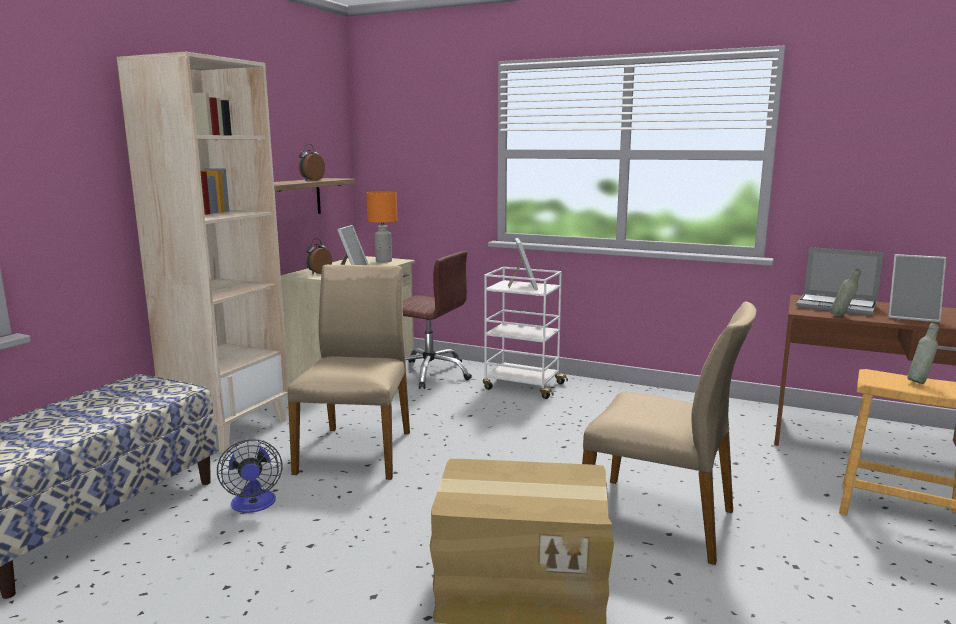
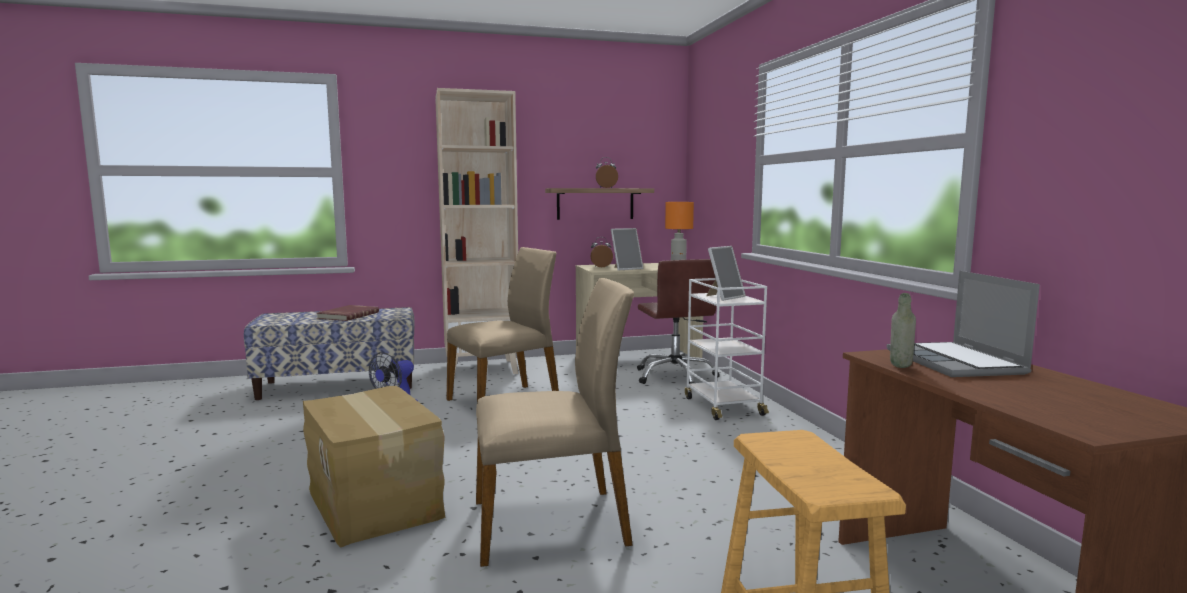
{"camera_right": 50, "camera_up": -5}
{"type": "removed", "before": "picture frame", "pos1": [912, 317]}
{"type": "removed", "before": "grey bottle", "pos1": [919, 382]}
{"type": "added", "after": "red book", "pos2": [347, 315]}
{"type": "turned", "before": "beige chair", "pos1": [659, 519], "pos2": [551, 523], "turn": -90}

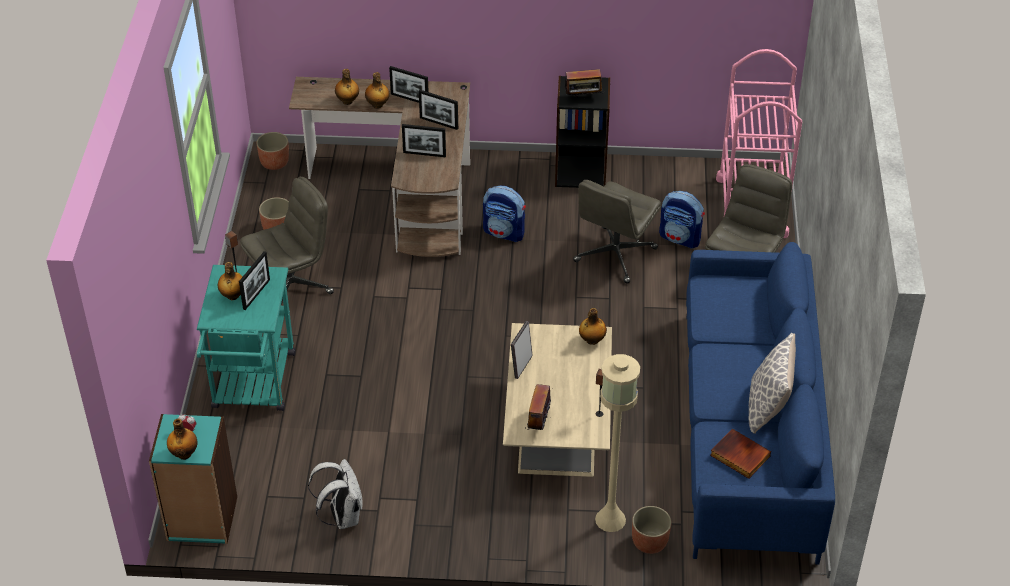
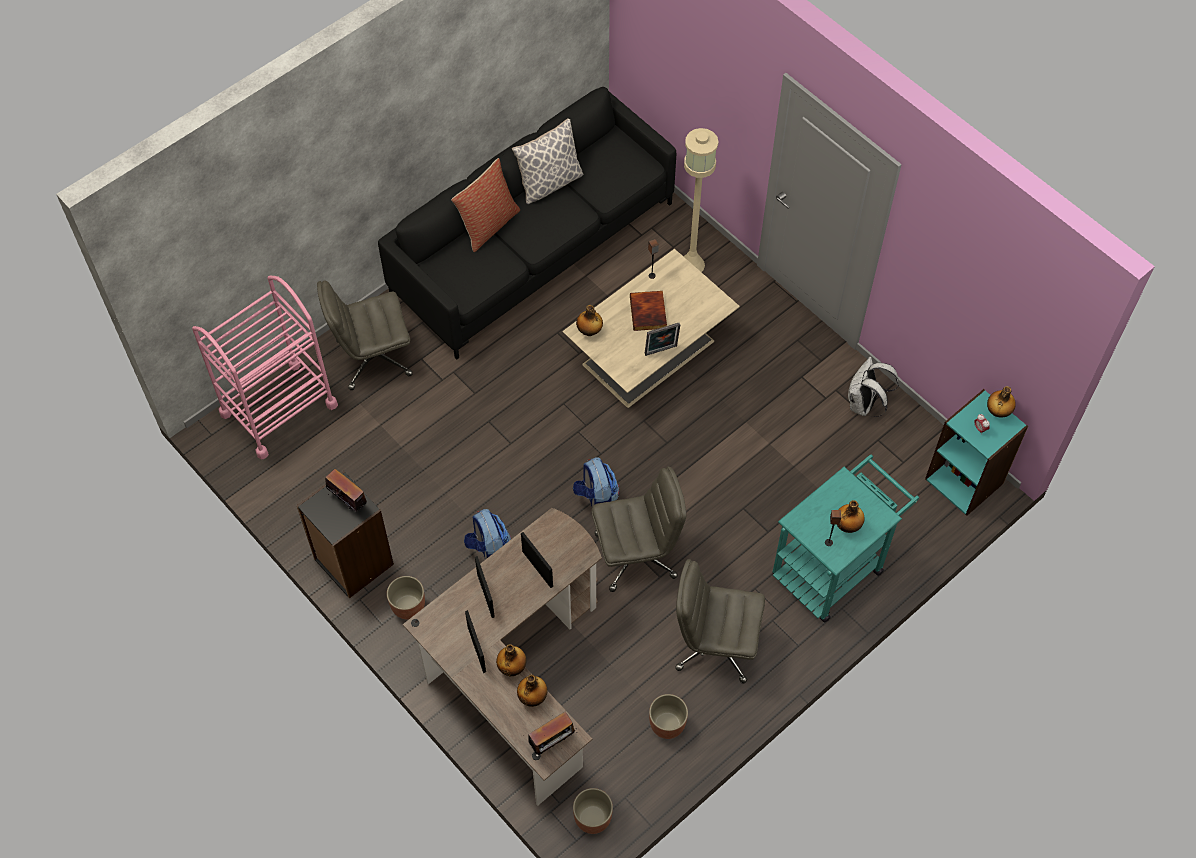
{"camera_right": -135, "camera_up": 15}
{"type": "removed", "before": "picture frame", "pos1": [256, 294]}
{"type": "added", "after": "pillow", "pos2": [488, 225]}
{"type": "moved", "before": "radio", "pos1": [538, 423], "pos2": [552, 741]}
{"type": "moved", "before": "grey office chair", "pos1": [615, 255], "pos2": [637, 555]}
{"type": "moved", "before": "planter", "pos1": [649, 542], "pos2": [408, 606]}
{"type": "moved", "before": "backpack", "pos1": [680, 238], "pos2": [596, 500]}
{"type": "moved", "before": "book", "pos1": [739, 456], "pos2": [649, 312]}
{"type": "recoloured", "before": "blue sofa", "after": "black sofa", "pos1": [747, 432], "pos2": [533, 248]}

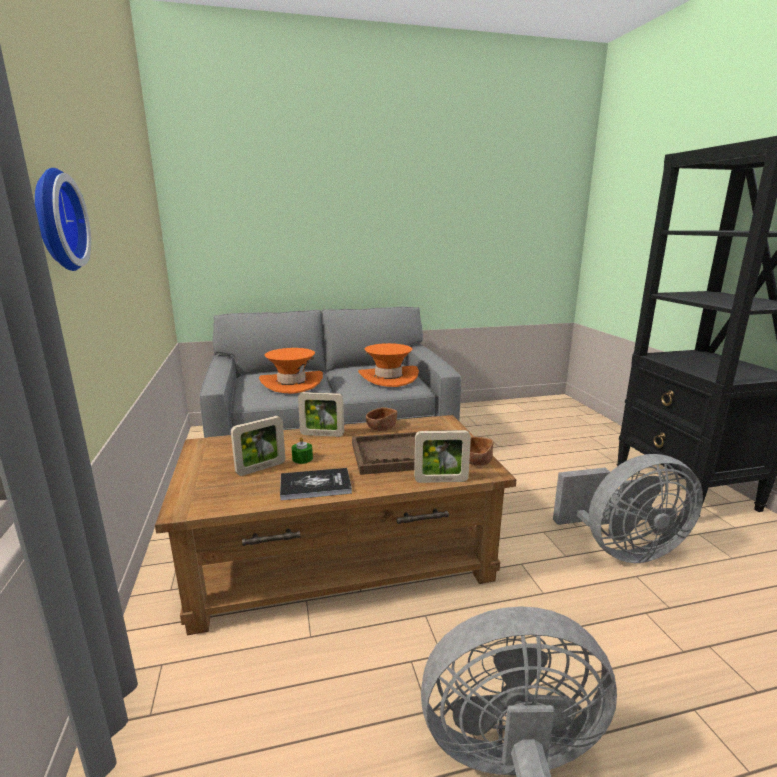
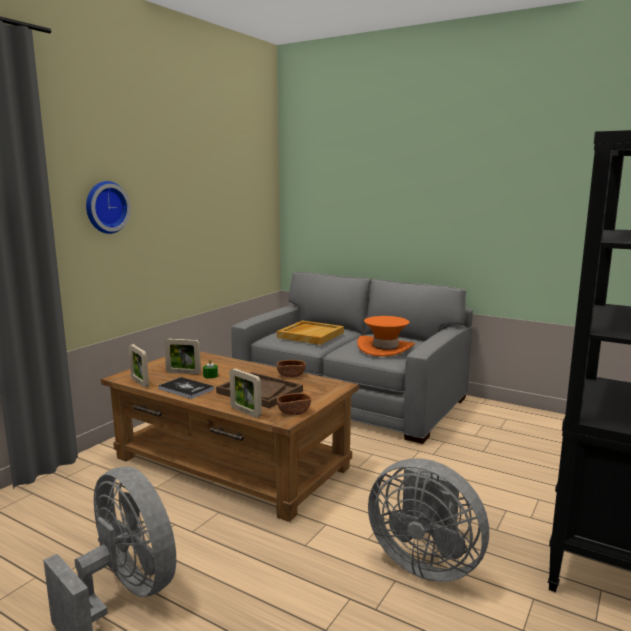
{"camera_right": 45, "camera_up": -5}
{"type": "moved", "before": "picture frame", "pos1": [322, 435], "pos2": [140, 382]}
{"type": "replaced", "before": "orange hat", "after": "beige tray", "pos1": [291, 383], "pos2": [310, 335]}

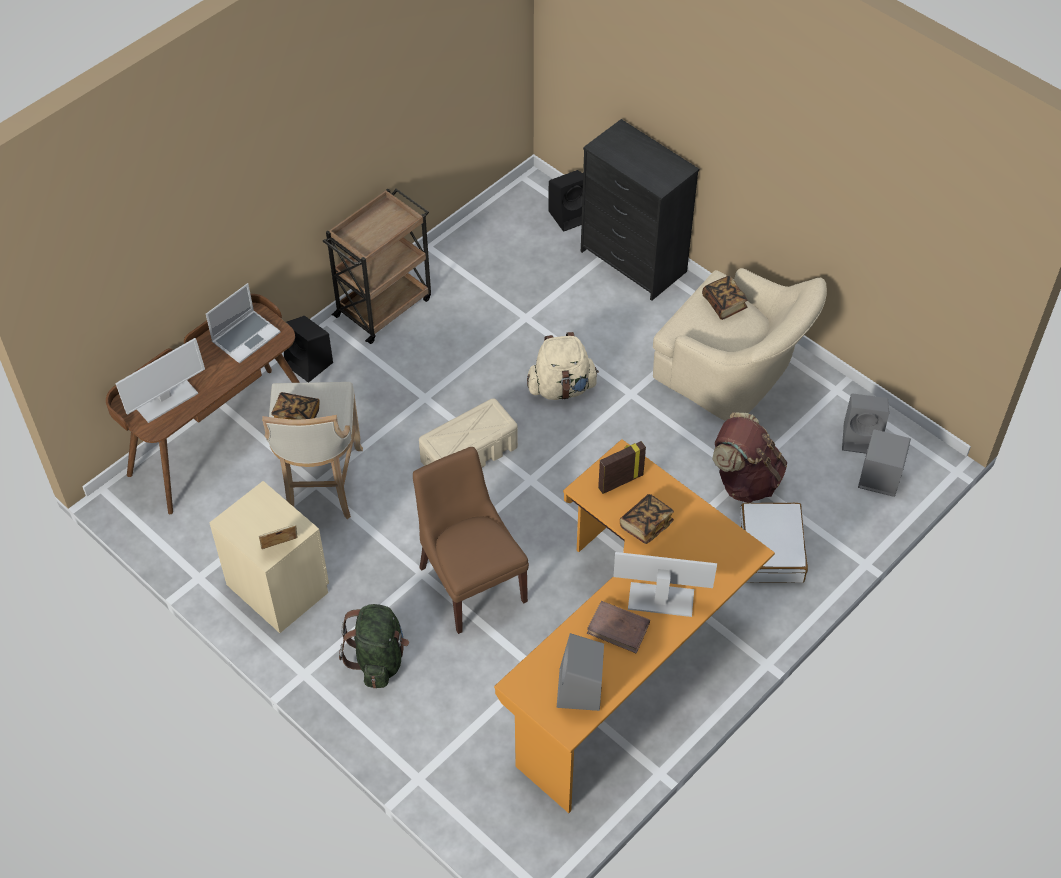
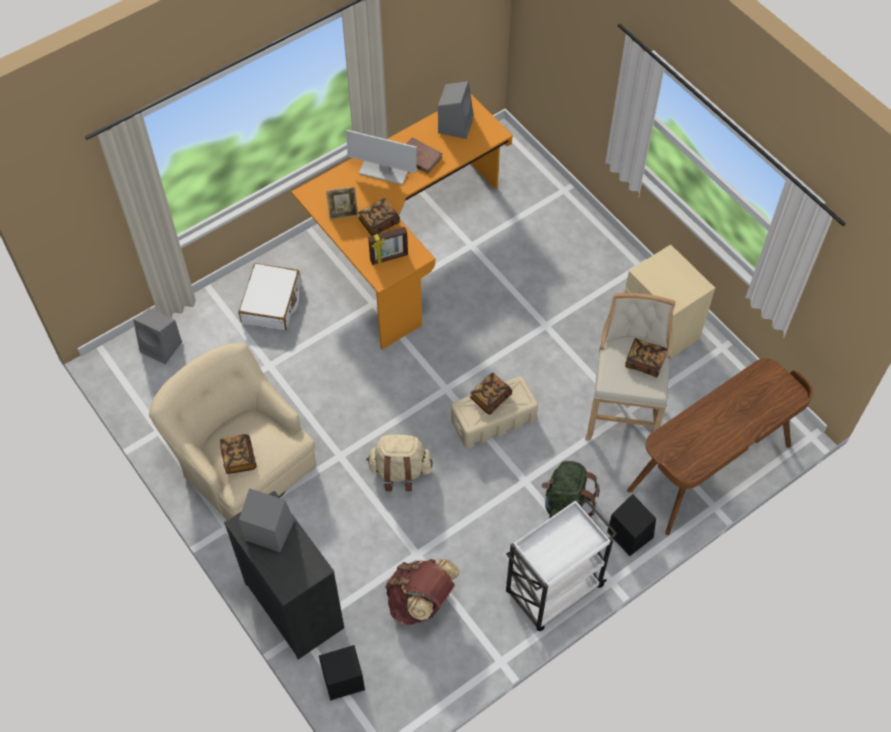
{"camera_right": -170, "camera_up": 5}
{"type": "removed", "before": "monitor", "pos1": [165, 400]}
{"type": "removed", "before": "laptop", "pos1": [246, 337]}
{"type": "removed", "before": "brown chair", "pos1": [471, 581]}
{"type": "added", "after": "book", "pos2": [490, 398]}
{"type": "moved", "before": "picture frame", "pos1": [280, 548], "pos2": [343, 213]}
{"type": "moved", "before": "green backpack", "pos1": [379, 659], "pos2": [565, 504]}
{"type": "moved", "before": "brown backpack", "pos1": [745, 480], "pos2": [421, 601]}
{"type": "moved", "before": "grey speaker", "pos1": [862, 438], "pos2": [268, 530]}
{"type": "recoloured", "before": "brown cart", "after": "white cart", "pos1": [384, 306], "pos2": [553, 590]}

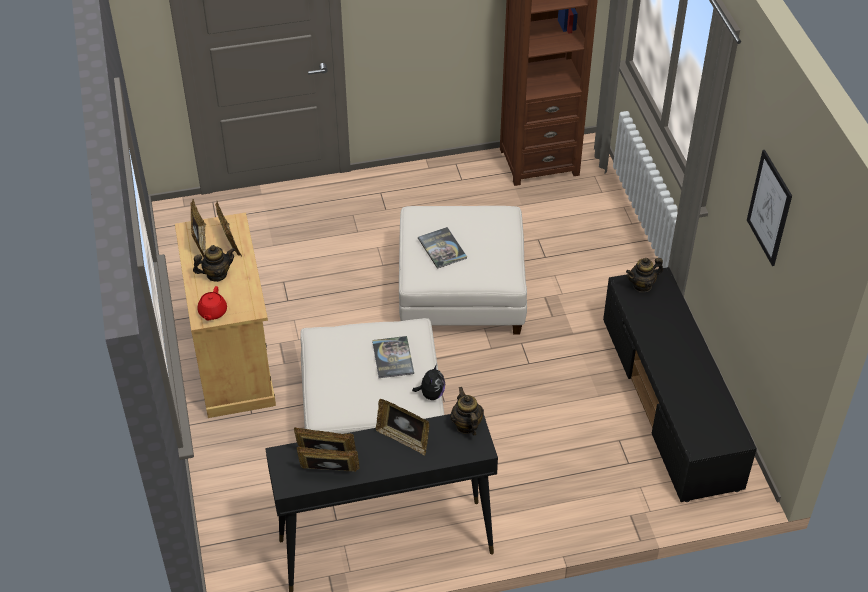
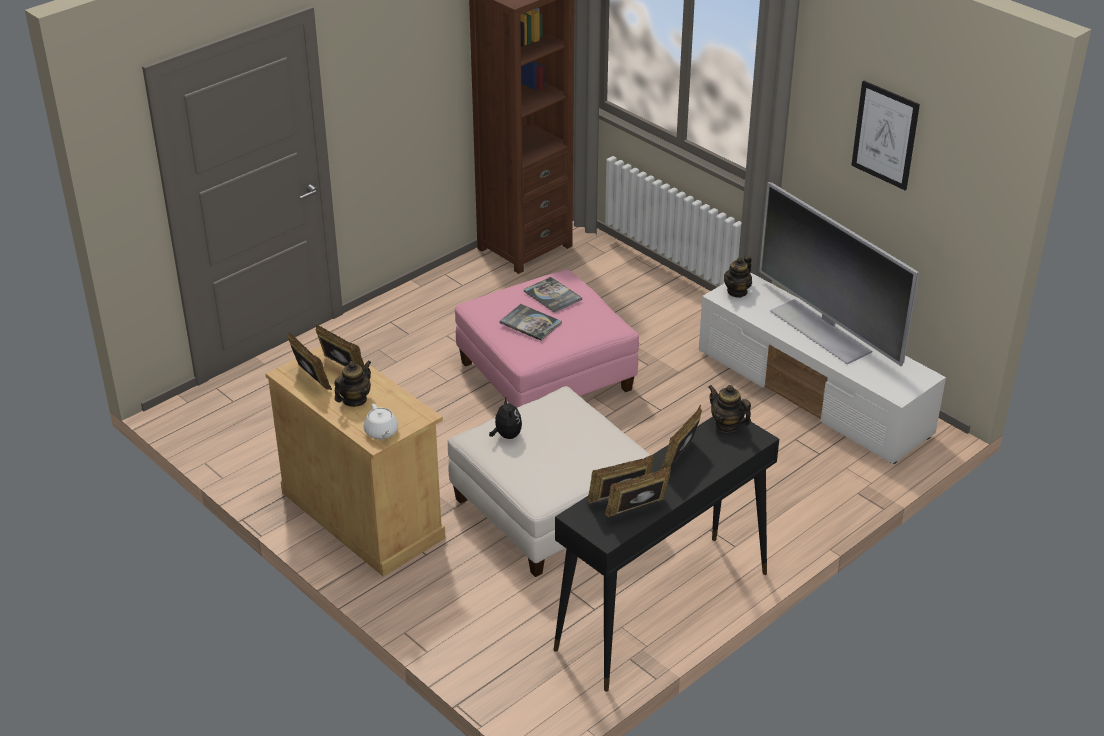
{"camera_right": -30, "camera_up": -10}
{"type": "added", "after": "television", "pos2": [821, 330]}
{"type": "moved", "before": "book", "pos1": [393, 358], "pos2": [552, 295]}
{"type": "moved", "before": "plush toy", "pos1": [431, 394], "pos2": [506, 435]}
{"type": "recoloured", "before": "red teapot", "after": "white teapot", "pos1": [212, 312], "pos2": [381, 432]}
{"type": "recoloured", "before": "white ottoman", "after": "pink ottoman", "pos1": [461, 293], "pos2": [546, 376]}
{"type": "recoloured", "before": "black tv stand", "after": "white tv stand", "pos1": [671, 404], "pos2": [814, 394]}
{"type": "turned", "before": "picture frame", "pos1": [403, 439], "pos2": [680, 457], "turn": 120}

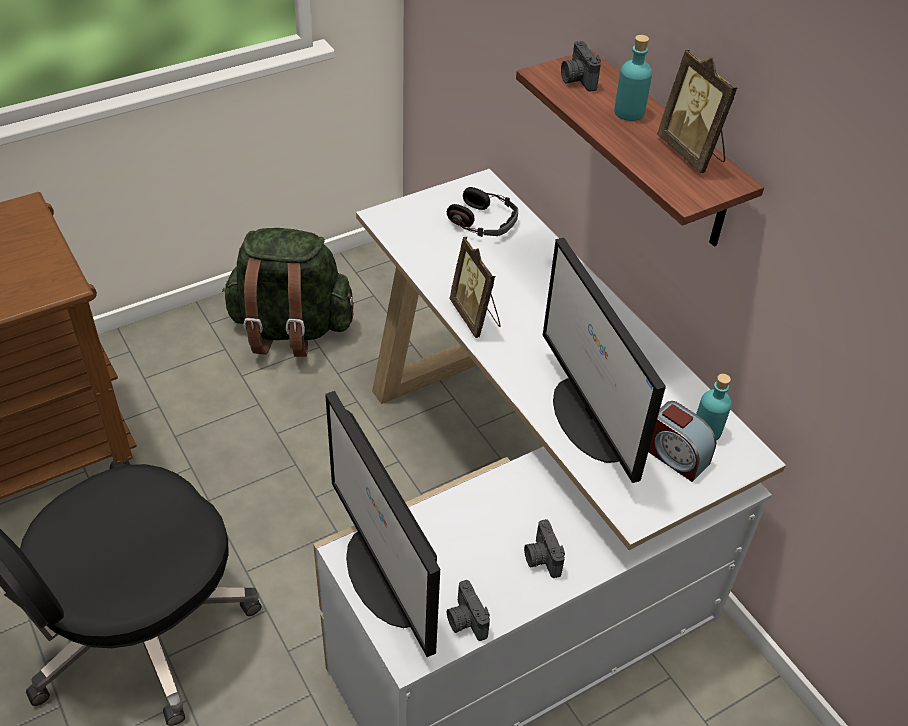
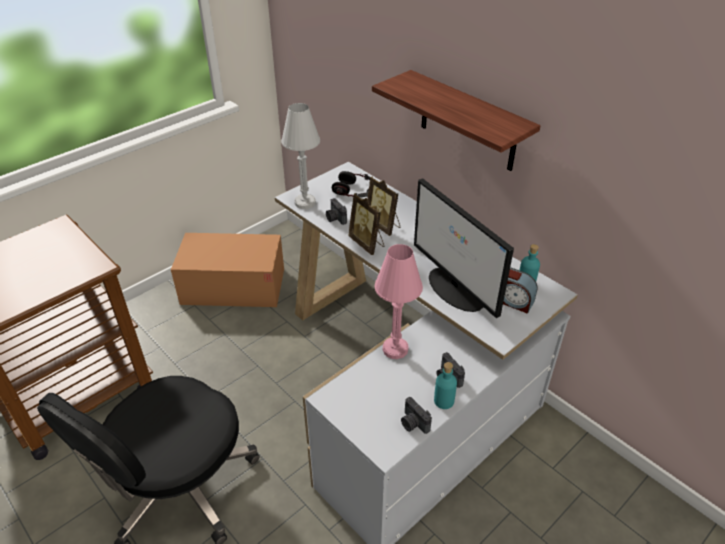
{"camera_right": -10, "camera_up": -5}
{"type": "removed", "before": "monitor", "pos1": [387, 578]}
{"type": "added", "after": "white table lamp", "pos2": [305, 203]}
{"type": "added", "after": "pink table lamp", "pos2": [395, 349]}
{"type": "moved", "before": "photo camera", "pos1": [577, 79], "pos2": [335, 218]}
{"type": "moved", "before": "turquoise bottle", "pos1": [629, 112], "pos2": [444, 401]}
{"type": "moved", "before": "picture frame", "pos1": [692, 153], "pos2": [383, 225]}
{"type": "replaced", "before": "green backpack", "after": "cardboard box", "pos1": [290, 329], "pos2": [233, 286]}

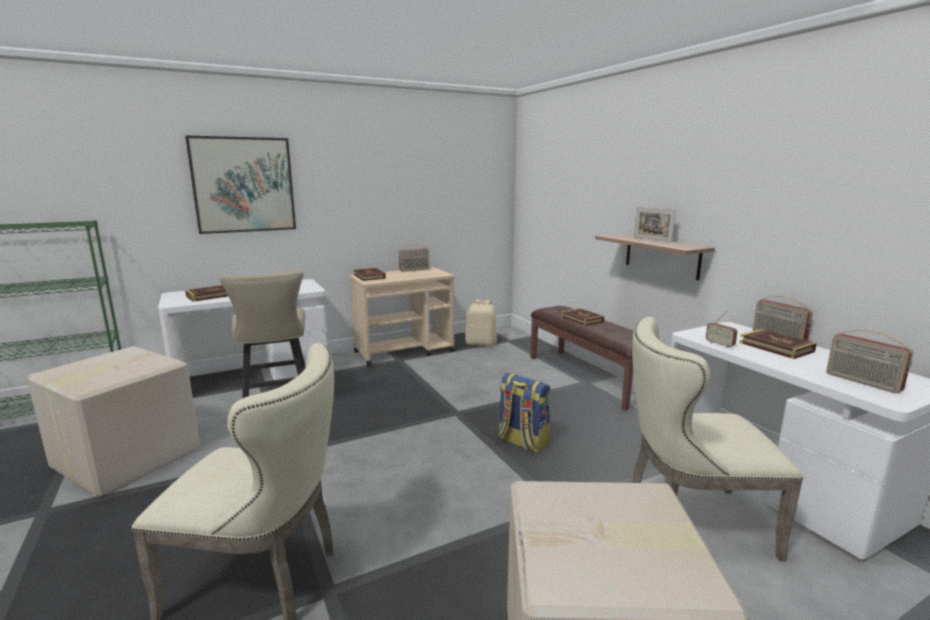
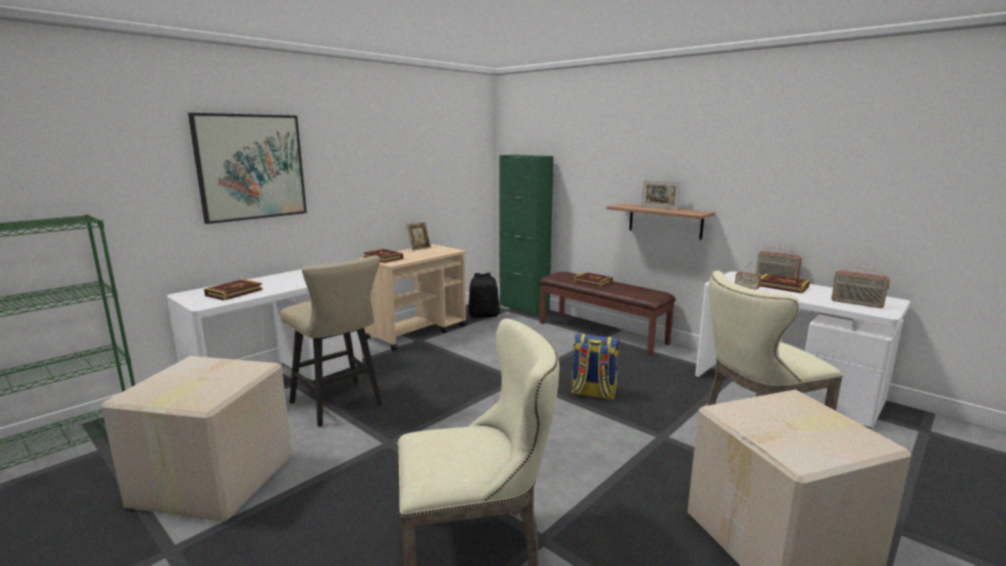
{"camera_right": -20, "camera_up": 0}
{"type": "added", "after": "green cabinet", "pos2": [524, 308]}
{"type": "replaced", "before": "radio", "after": "picture frame", "pos1": [414, 270], "pos2": [419, 248]}
{"type": "recoloured", "before": "beige backpack", "after": "black backpack", "pos1": [481, 343], "pos2": [484, 315]}

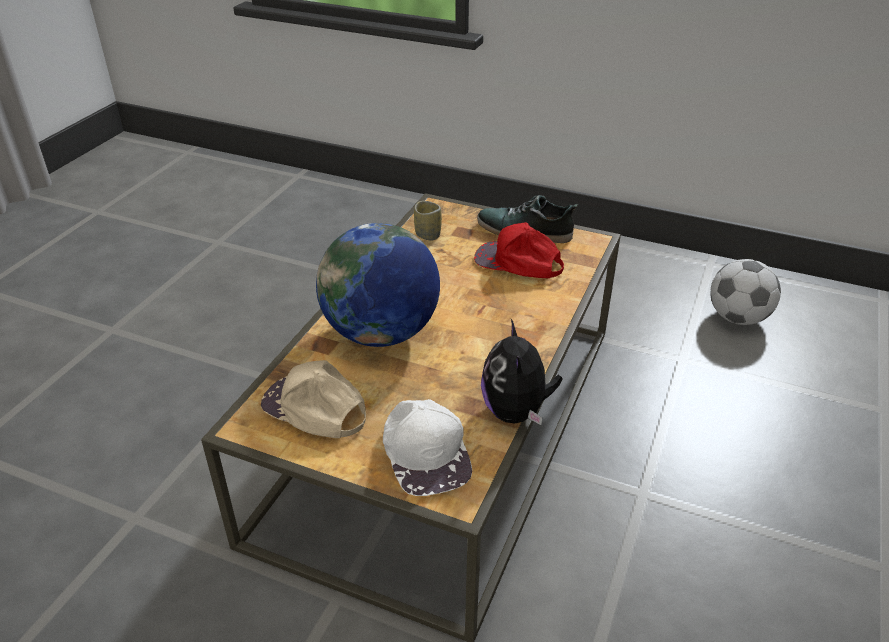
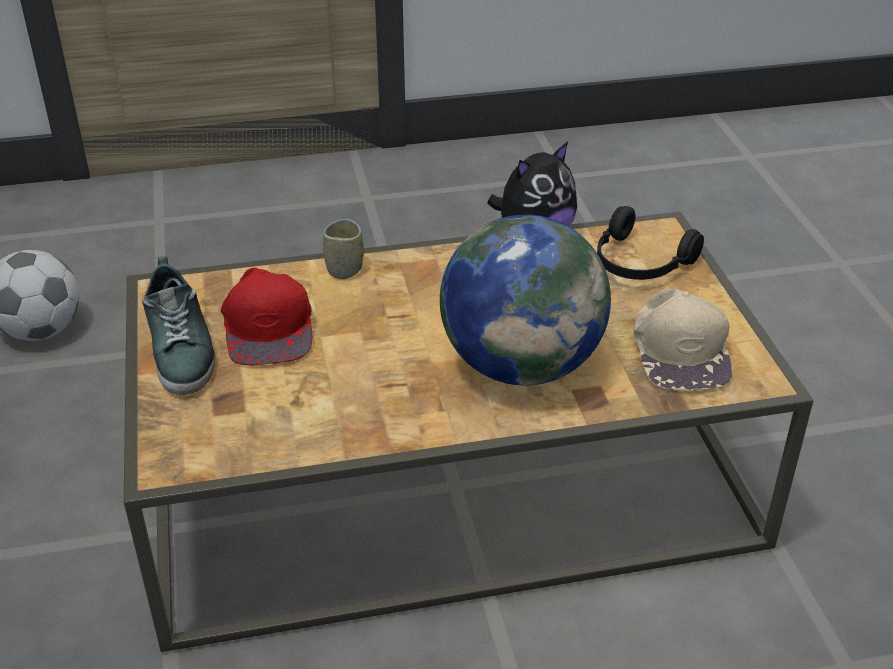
{"camera_right": -125, "camera_up": 0}
{"type": "moved", "before": "cup", "pos1": [428, 235], "pos2": [344, 269]}
{"type": "replaced", "before": "white cap", "after": "black headphones", "pos1": [426, 450], "pos2": [639, 263]}

